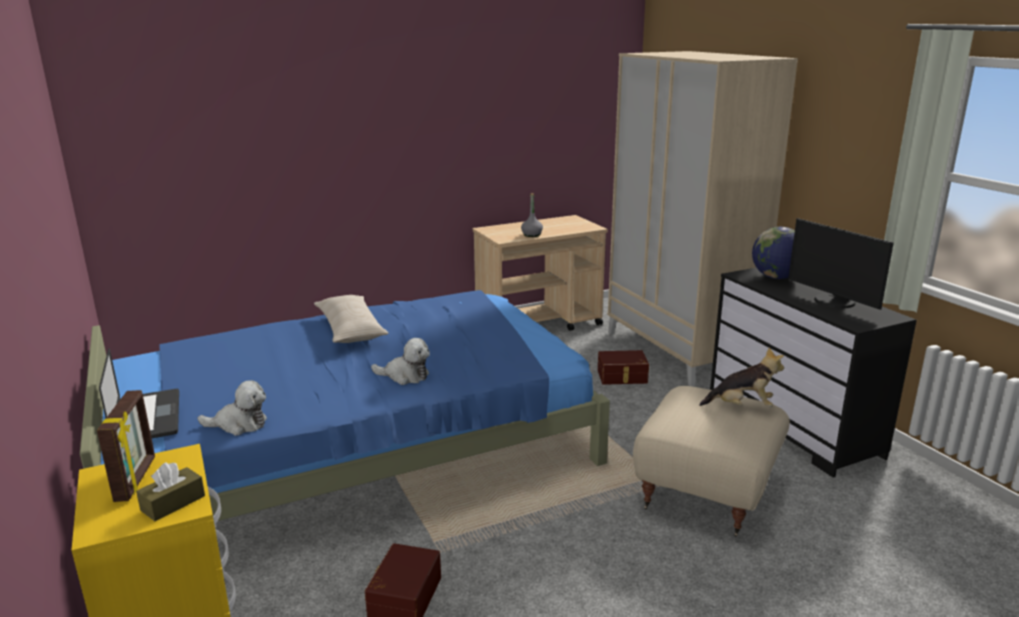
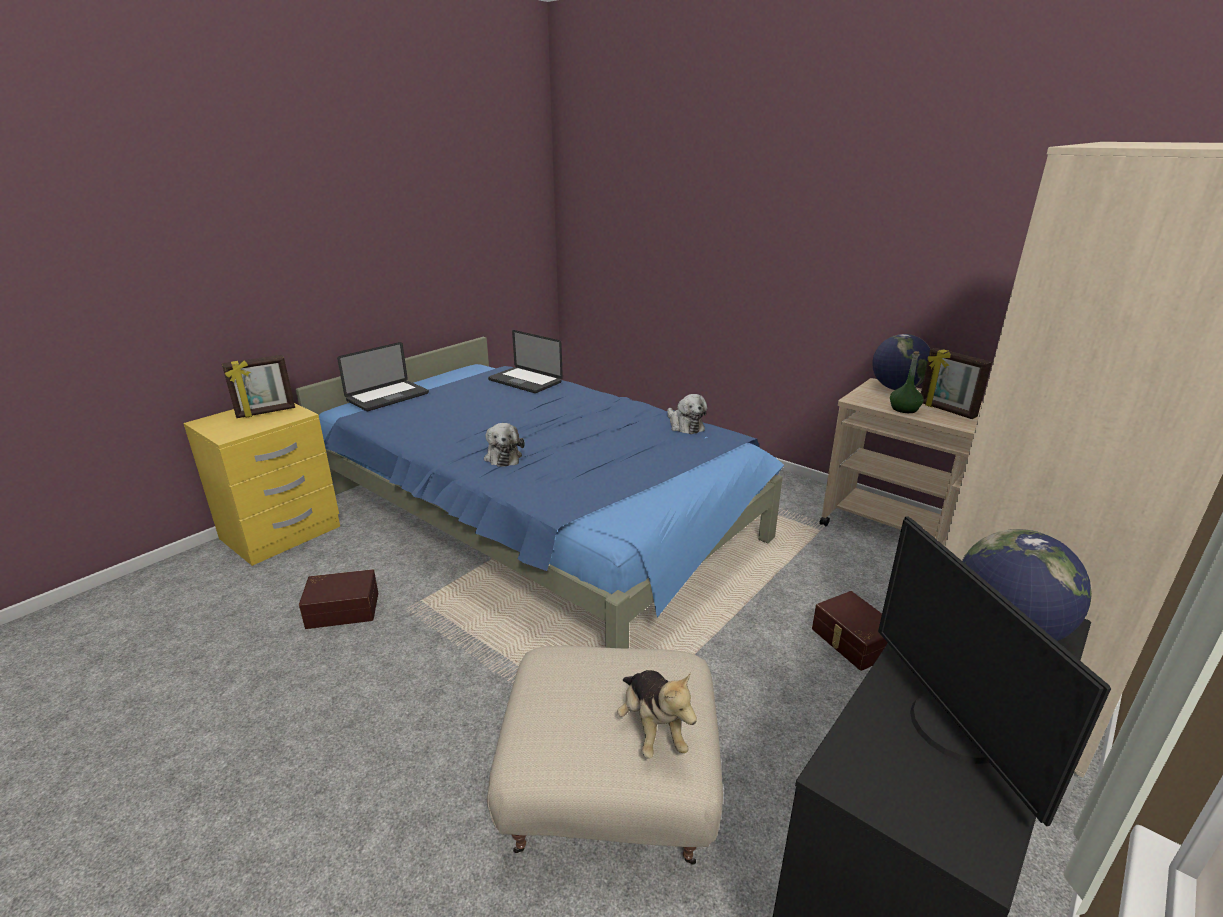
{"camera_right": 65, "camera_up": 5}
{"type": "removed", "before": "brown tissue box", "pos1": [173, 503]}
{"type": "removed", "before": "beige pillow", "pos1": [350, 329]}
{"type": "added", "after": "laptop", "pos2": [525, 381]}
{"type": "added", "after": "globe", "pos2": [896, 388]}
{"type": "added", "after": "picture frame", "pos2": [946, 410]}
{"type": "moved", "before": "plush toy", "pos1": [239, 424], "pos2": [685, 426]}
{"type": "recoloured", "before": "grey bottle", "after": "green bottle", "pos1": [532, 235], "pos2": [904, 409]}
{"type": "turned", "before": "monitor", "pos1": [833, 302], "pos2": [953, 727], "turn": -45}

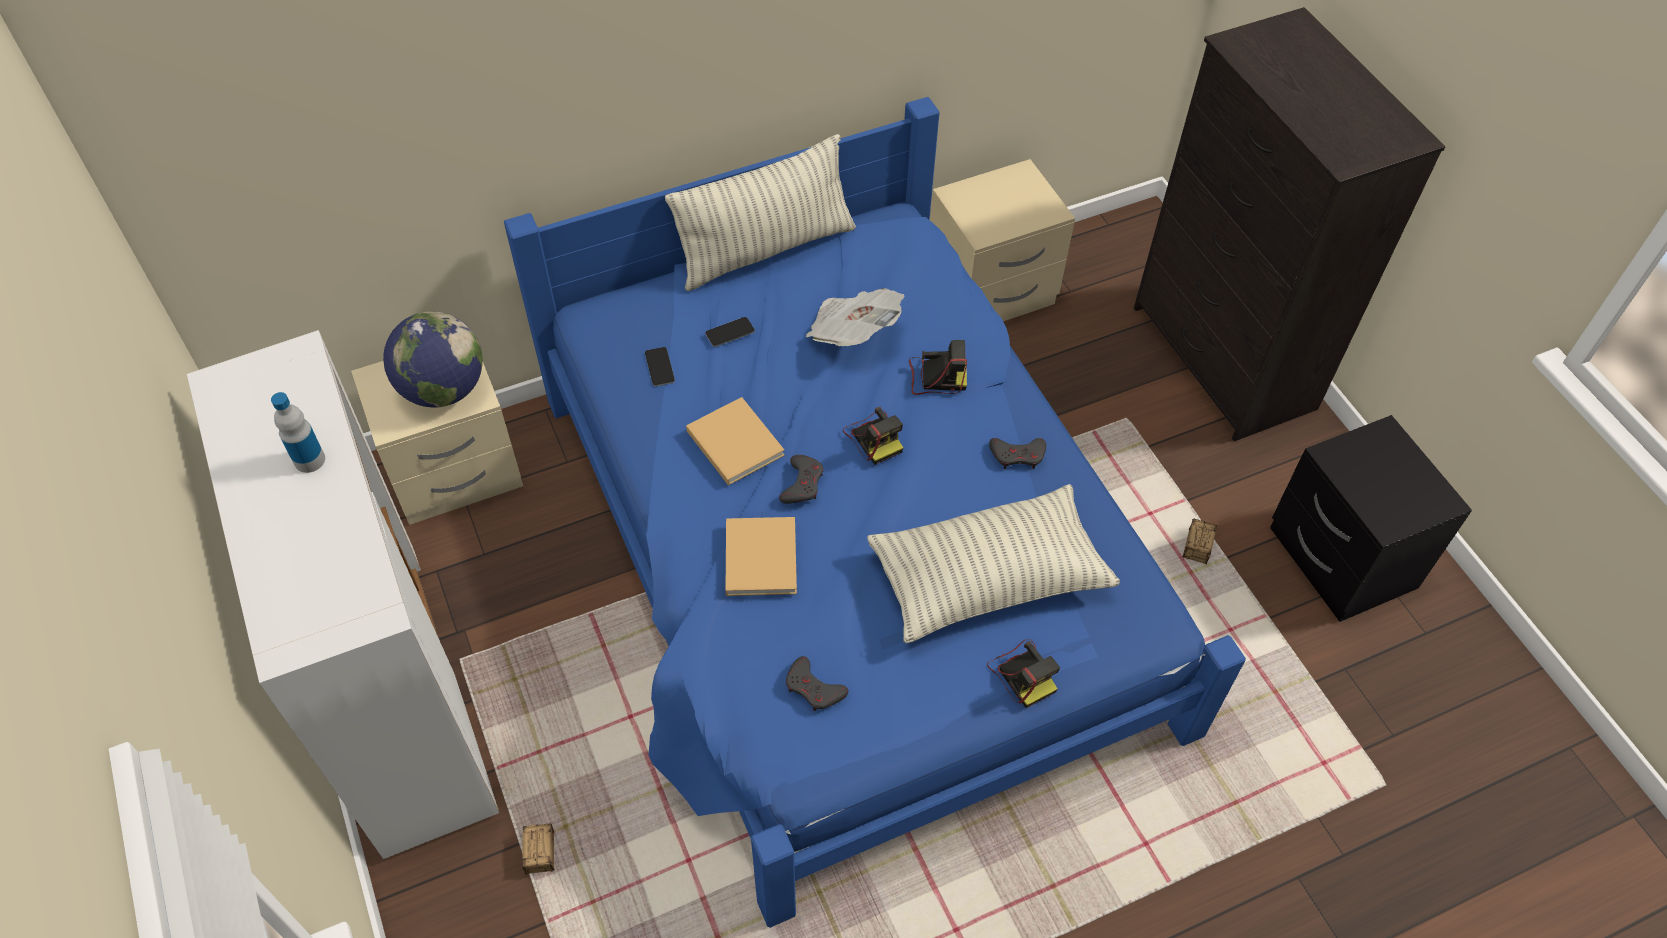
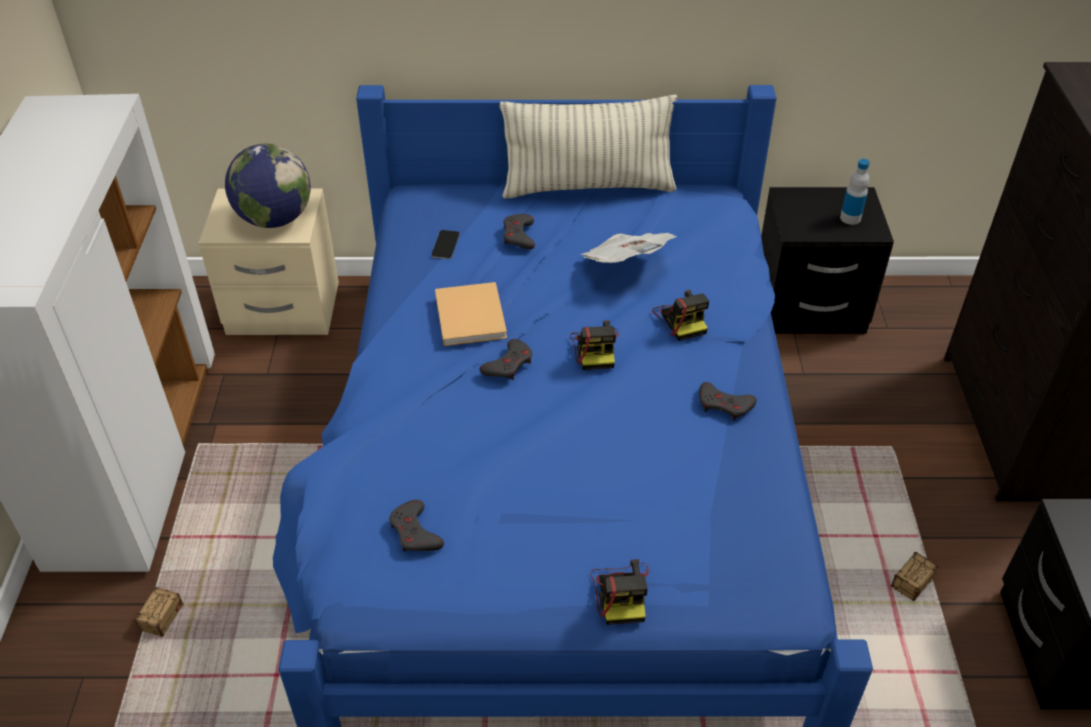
{"camera_right": 25, "camera_up": -10}
{"type": "removed", "before": "beige book", "pos1": [761, 555]}
{"type": "removed", "before": "pillow", "pos1": [988, 578]}
{"type": "moved", "before": "bottle", "pos1": [309, 460], "pos2": [850, 218]}
{"type": "replaced", "before": "phone", "after": "grey game controller", "pos1": [730, 332], "pos2": [519, 235]}
{"type": "recoloured", "before": "beige nightstand", "after": "black nightstand", "pos1": [991, 294], "pos2": [809, 309]}
{"type": "turned", "before": "photo camera", "pos1": [935, 377], "pos2": [681, 319], "turn": 45}

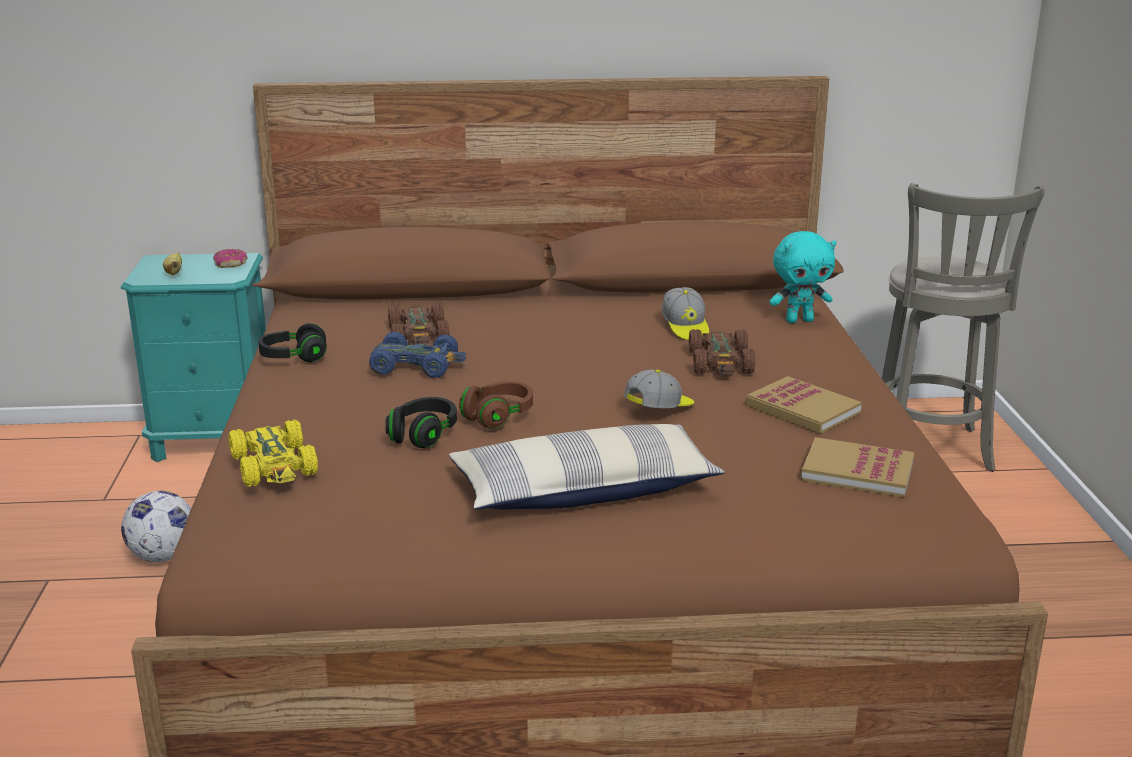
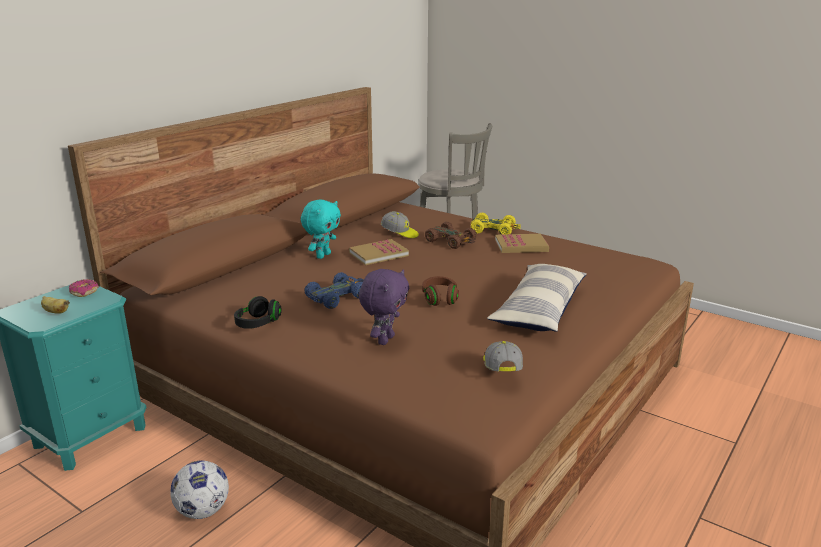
{"camera_right": -50, "camera_up": 0}
{"type": "removed", "before": "black headphones", "pos1": [423, 435]}
{"type": "removed", "before": "brown toy car", "pos1": [419, 336]}
{"type": "added", "after": "purple plush toy", "pos2": [384, 340]}
{"type": "moved", "before": "yellow toy car", "pos1": [274, 466], "pos2": [494, 230]}
{"type": "moved", "before": "cap", "pos1": [660, 409], "pos2": [501, 369]}
{"type": "moved", "before": "turquoise plush toy", "pos1": [799, 320], "pos2": [322, 255]}
{"type": "moved", "before": "book", "pos1": [857, 471], "pos2": [378, 254]}

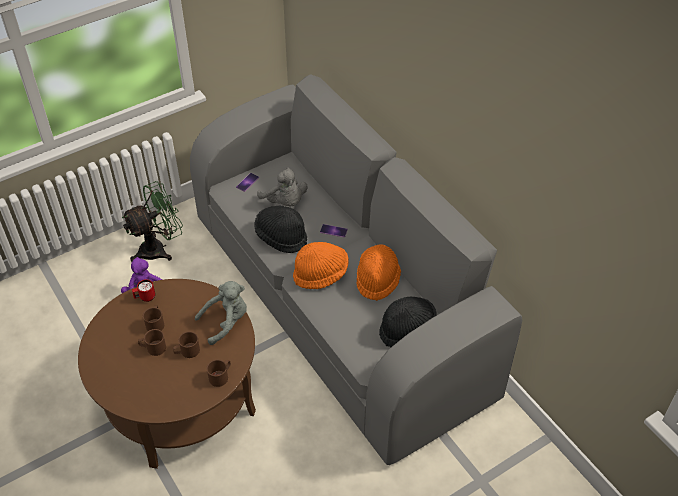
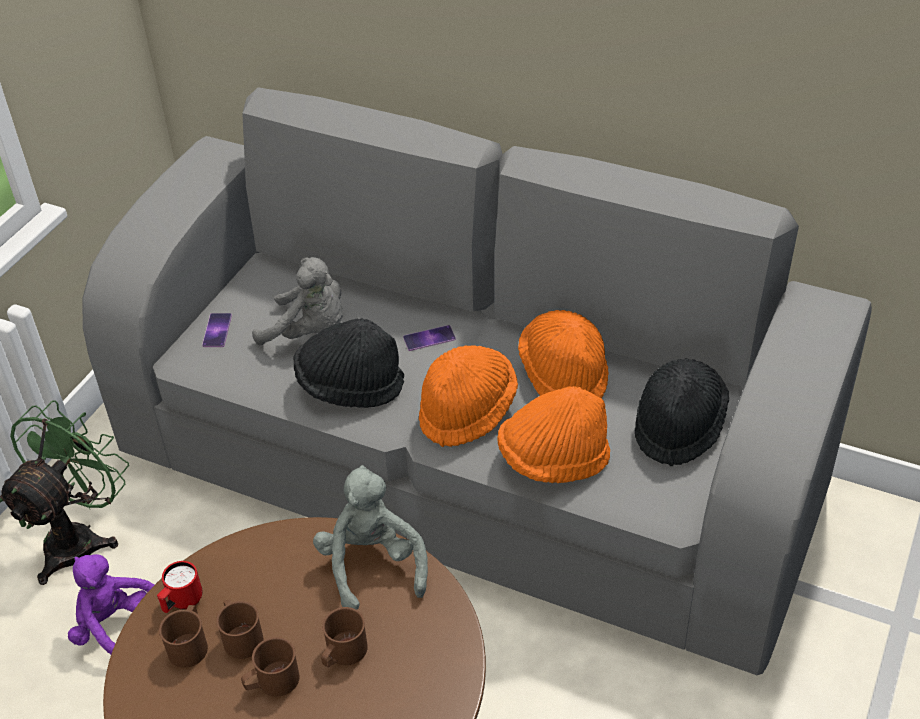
{"camera_right": -30, "camera_up": -5}
{"type": "added", "after": "orange hat", "pos2": [553, 460]}
{"type": "moved", "before": "brown mug", "pos1": [221, 376], "pos2": [189, 644]}
{"type": "turned", "before": "grey plush toy", "pos1": [226, 322], "pos2": [372, 566], "turn": -45}

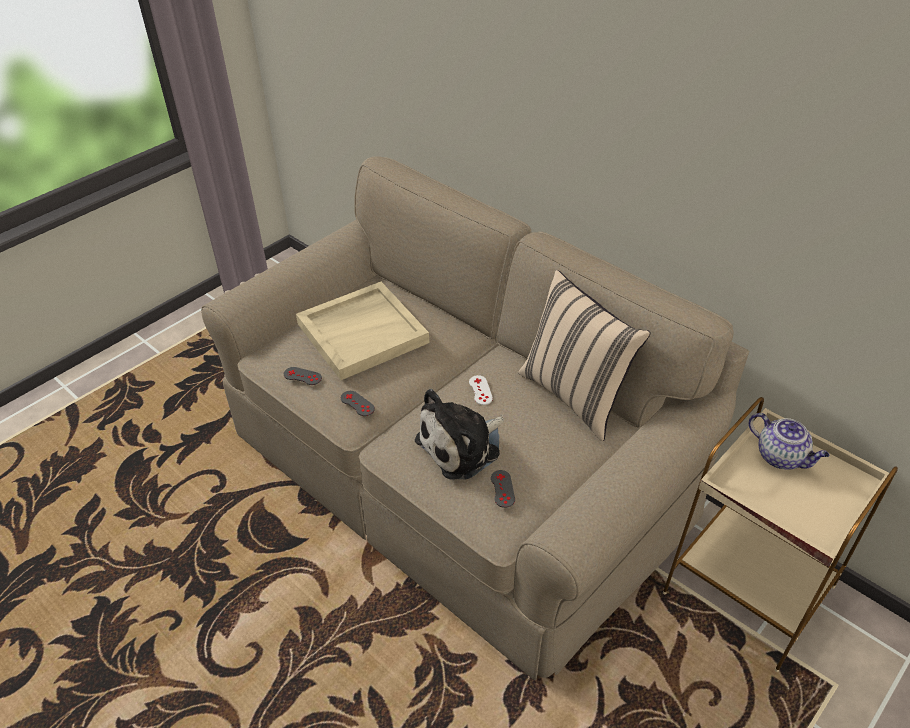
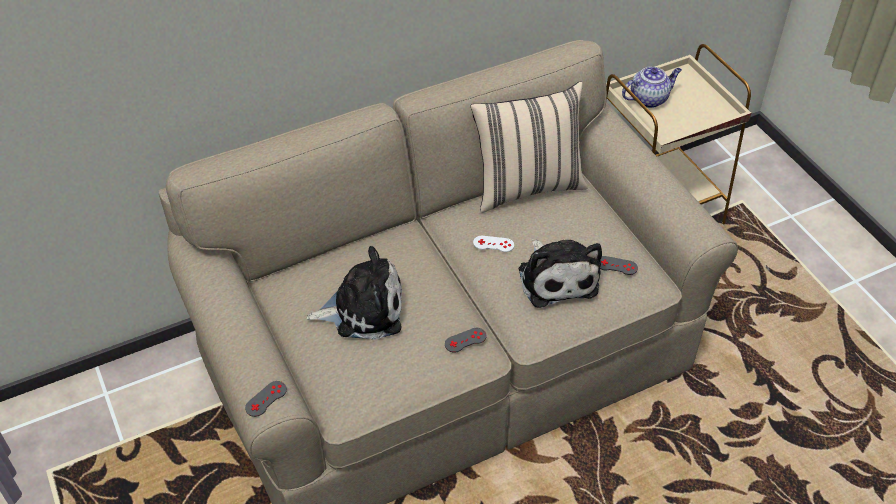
{"camera_right": -70, "camera_up": 5}
{"type": "moved", "before": "grey game controller", "pos1": [302, 376], "pos2": [266, 399]}
{"type": "replaced", "before": "beige tray", "after": "plush toy", "pos1": [363, 332], "pos2": [363, 309]}

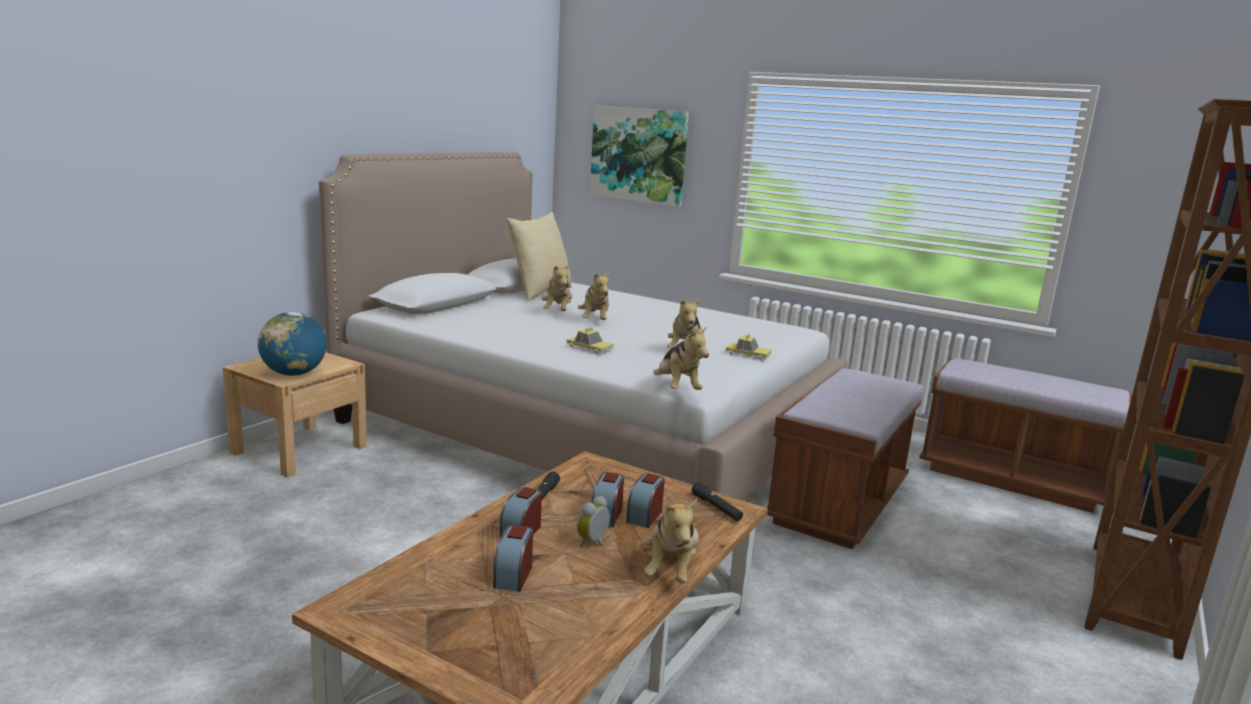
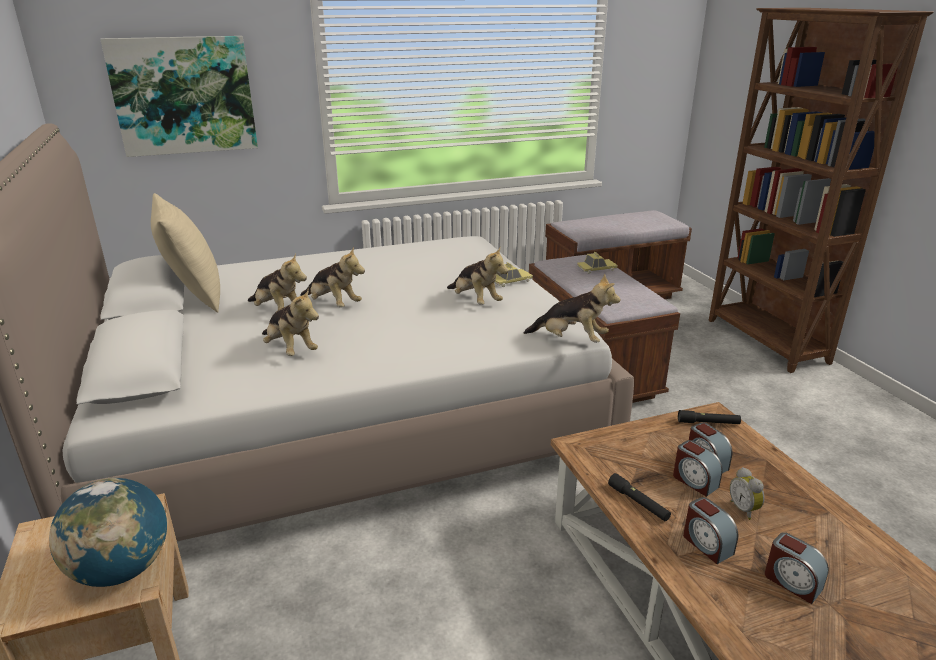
{"camera_right": -50, "camera_up": 10}
{"type": "moved", "before": "toy car", "pos1": [589, 348], "pos2": [596, 269]}
{"type": "moved", "before": "plush toy", "pos1": [671, 568], "pos2": [290, 349]}

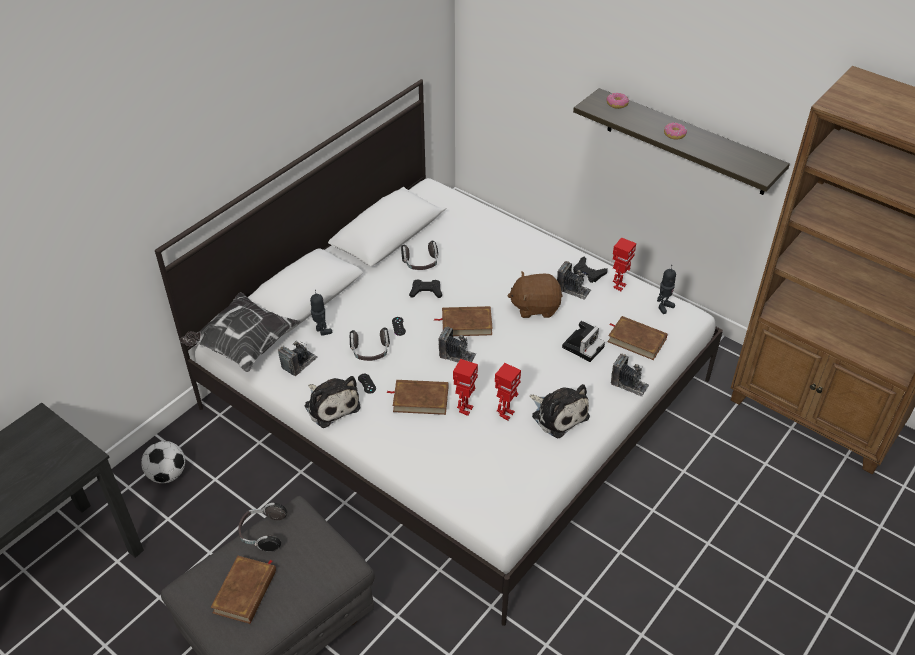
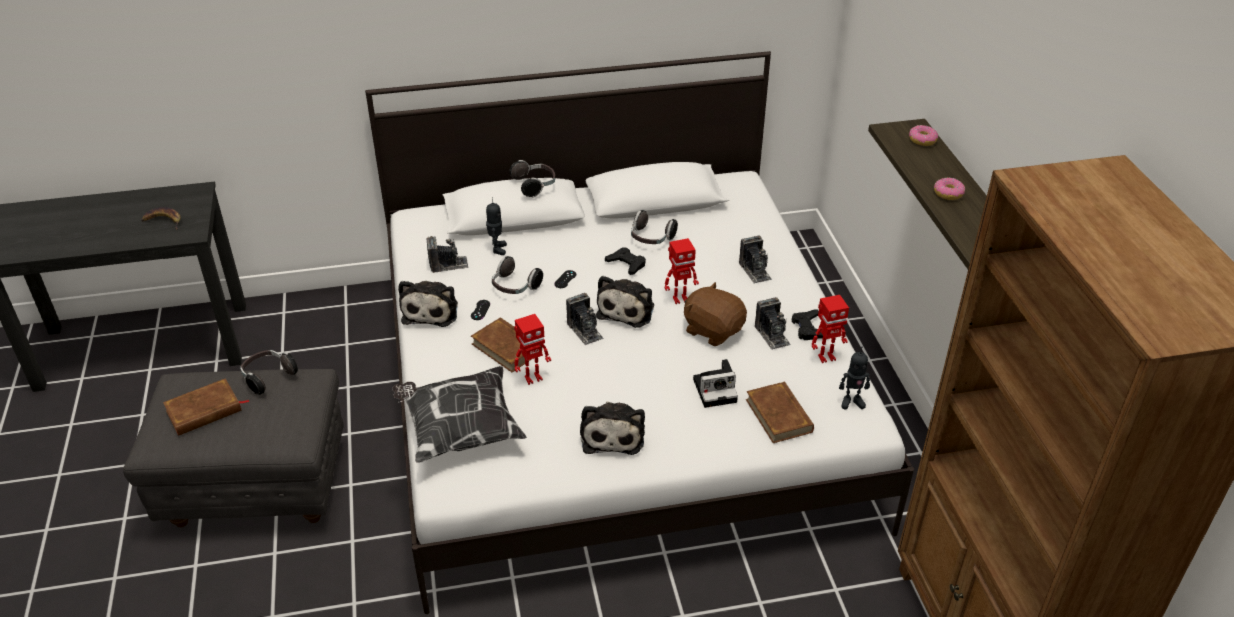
{"camera_right": 40, "camera_up": -5}
{"type": "removed", "before": "football", "pos1": [167, 474]}
{"type": "added", "after": "banana", "pos2": [164, 220]}
{"type": "added", "after": "headphones", "pos2": [535, 185]}
{"type": "moved", "before": "pillow", "pos1": [243, 345], "pos2": [460, 430]}
{"type": "moved", "before": "toy robot", "pos1": [506, 414], "pos2": [680, 299]}
{"type": "moved", "before": "photo camera", "pos1": [629, 384], "pos2": [755, 271]}
{"type": "replaced", "before": "brown book", "after": "plush toy", "pos1": [466, 324], "pos2": [627, 309]}

